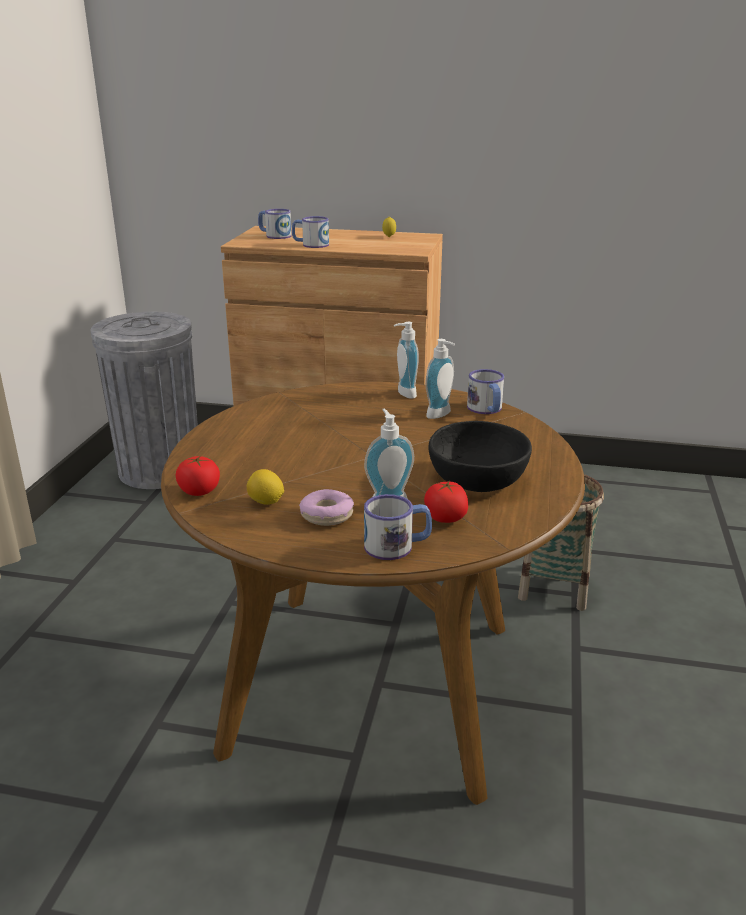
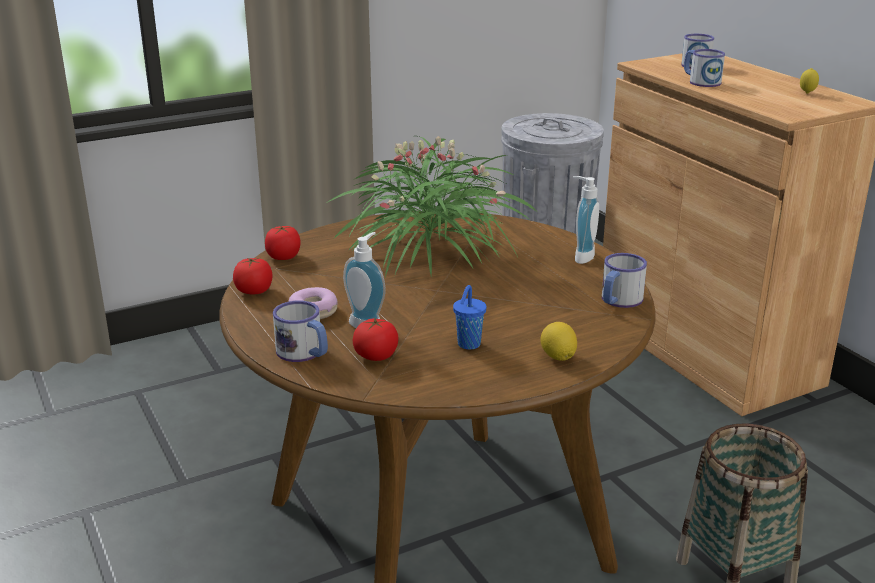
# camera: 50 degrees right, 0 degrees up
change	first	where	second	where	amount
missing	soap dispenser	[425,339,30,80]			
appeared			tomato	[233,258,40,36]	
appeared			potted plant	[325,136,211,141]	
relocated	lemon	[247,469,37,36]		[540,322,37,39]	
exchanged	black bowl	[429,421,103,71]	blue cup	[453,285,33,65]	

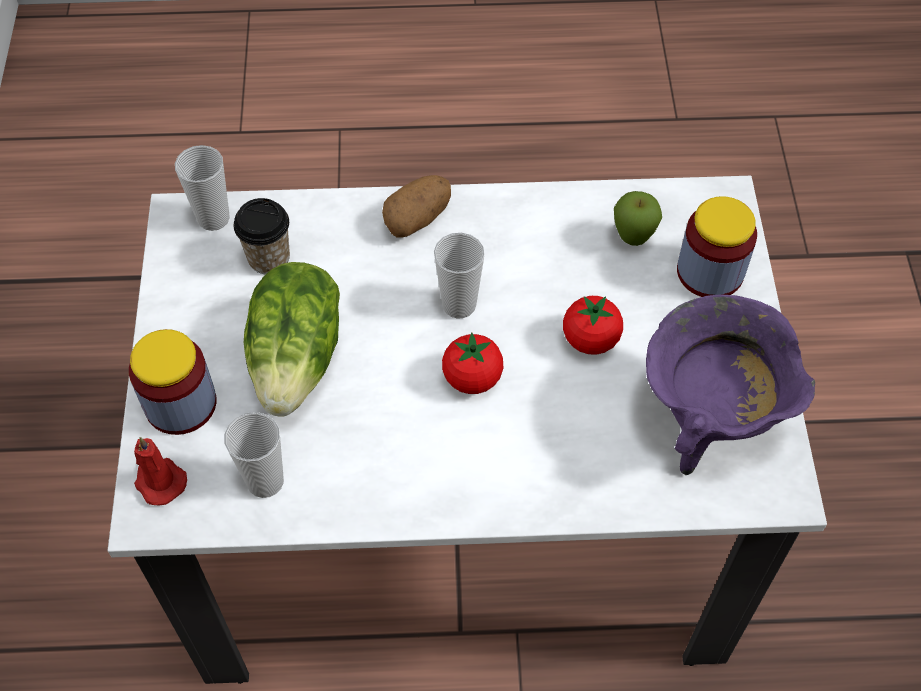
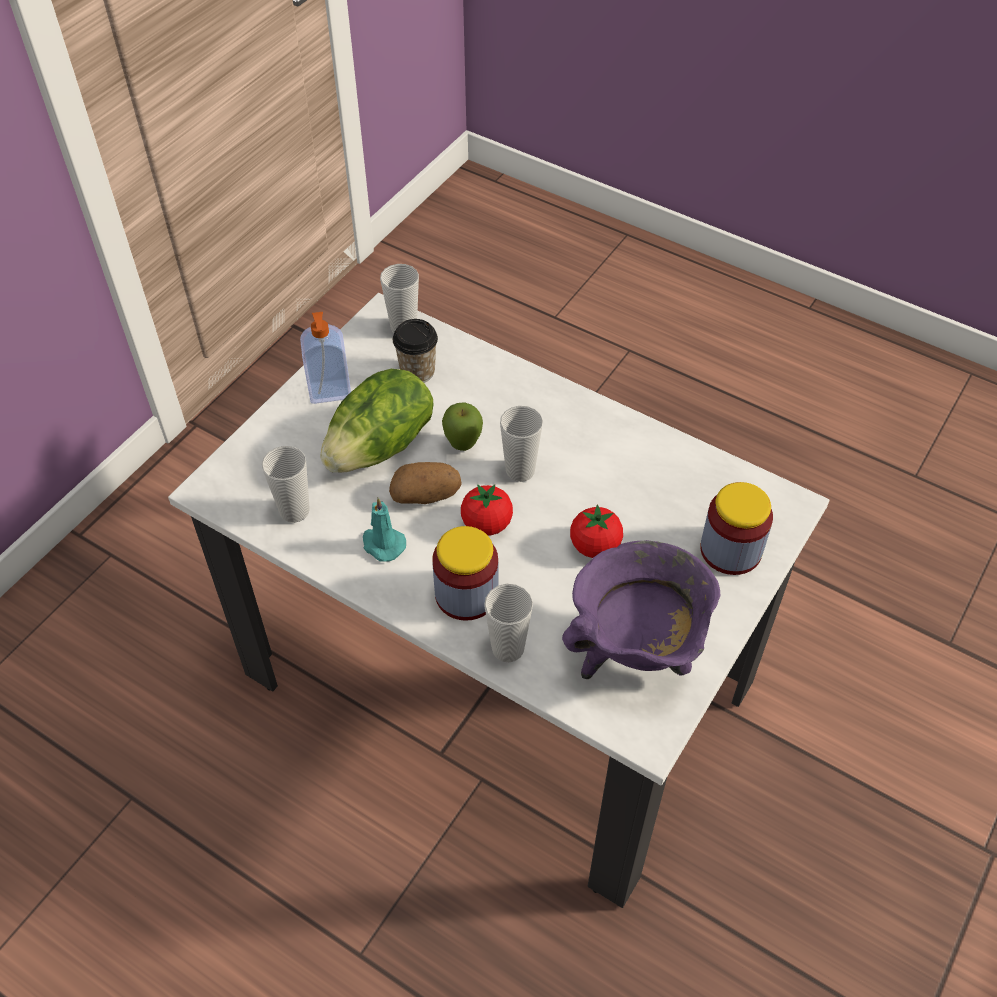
# camera: 35 degrees right, 5 degrees down
change	first	where	second	where	amount
missing	red candle	[134,437,53,69]			
appeared			soap dispenser	[300,312,51,92]	
appeared			turquoise candle	[363,498,43,64]	
appeared			cup	[484,584,49,78]	
relocated	jar	[129,329,87,106]		[432,526,66,95]	
relocated	potato	[382,175,69,63]		[389,462,73,42]	
relocated	apple	[614,191,48,55]		[442,402,41,49]	

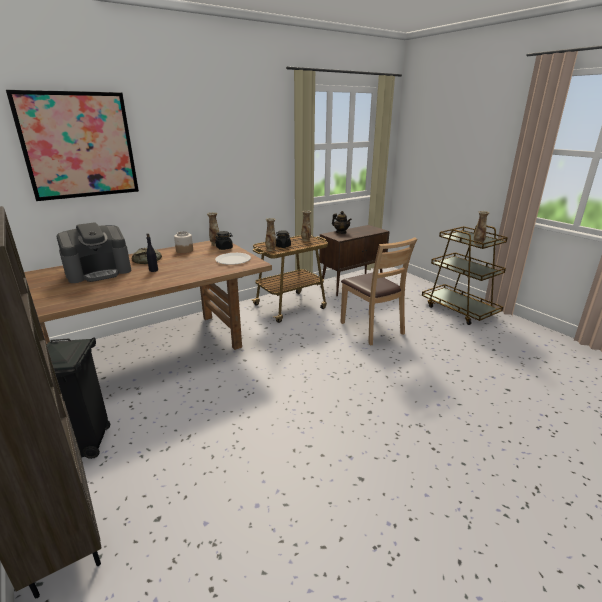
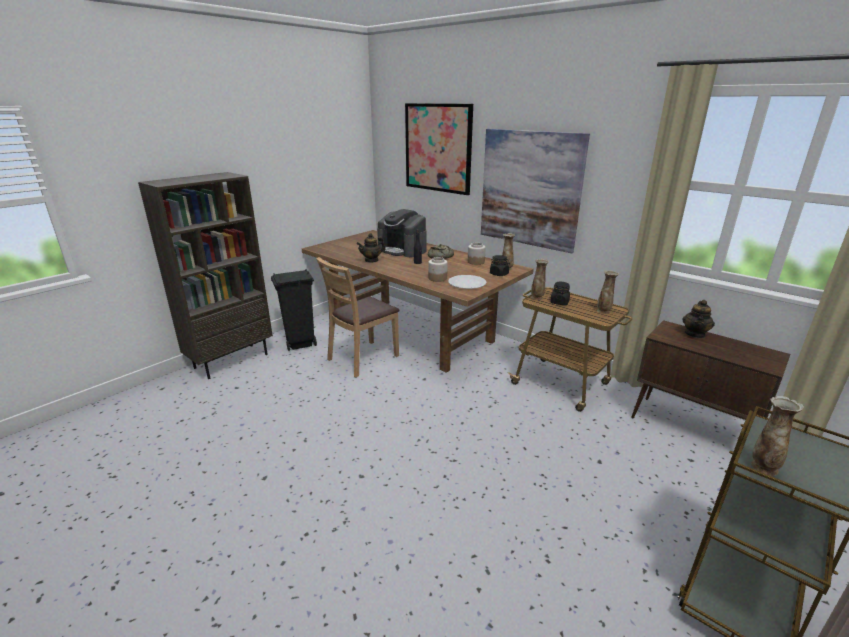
# camera: 75 degrees right, 0 degrees up
change	first	where	second	where	amount
appeared			teapot	[357,233,29,30]	
appeared			jar	[428,257,20,25]	
appeared			picture	[481,129,109,124]	
relocated	brown chair	[340,237,77,108]		[316,257,84,121]	

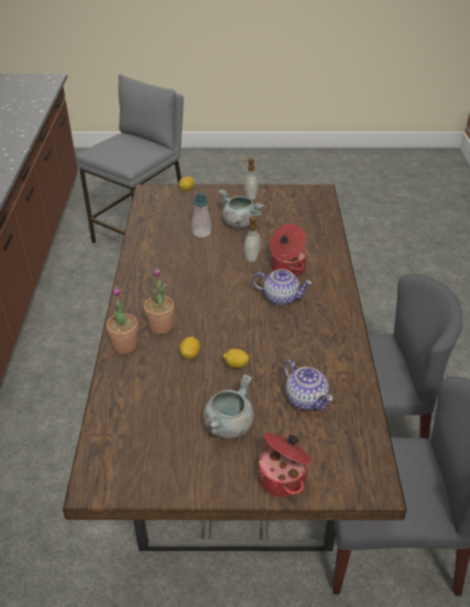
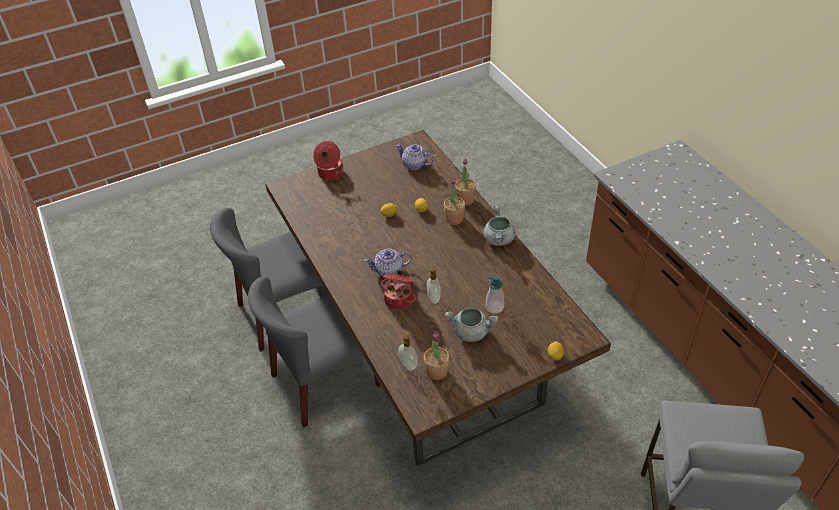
# camera: 155 degrees right, 5 degrees up
change	first	where	second	where	amount
appeared			potted plant	[424,331,25,49]	
relocated	grey cooking pot	[203,374,51,65]		[483,206,33,40]	
relocated	soap dispenser	[243,158,15,42]		[398,333,20,38]	
relocated	teapot	[284,360,49,51]		[396,144,38,26]	

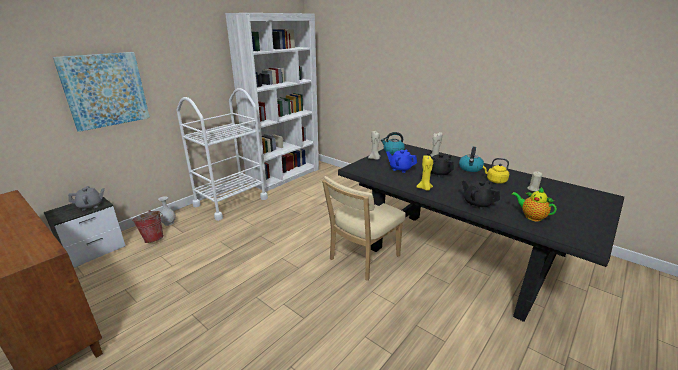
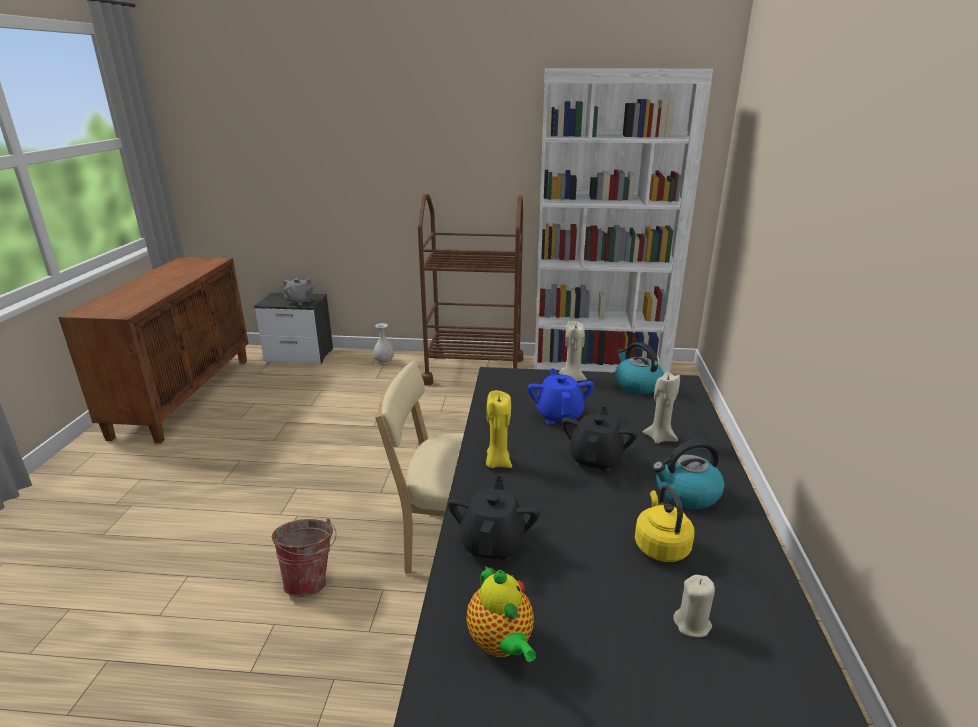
# camera: 55 degrees right, 0 degrees up
change	first	where	second	where	amount
missing	picture	[53,52,97,80]			
relocated	bucket	[132,210,32,33]		[272,519,64,78]	
colour	white cart	[177,88,91,133]	brown cart	[418,194,105,192]	
spun	teapot	[511,187,46,35]		[466,565,70,97]	150 degrees clockwise

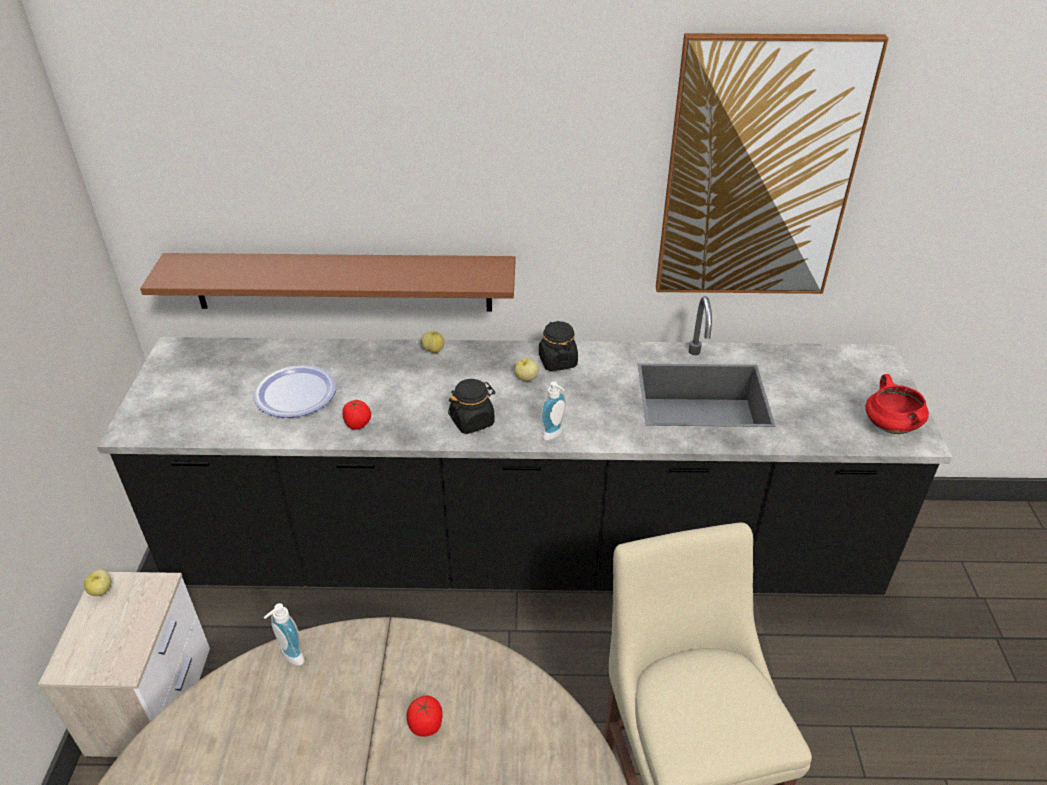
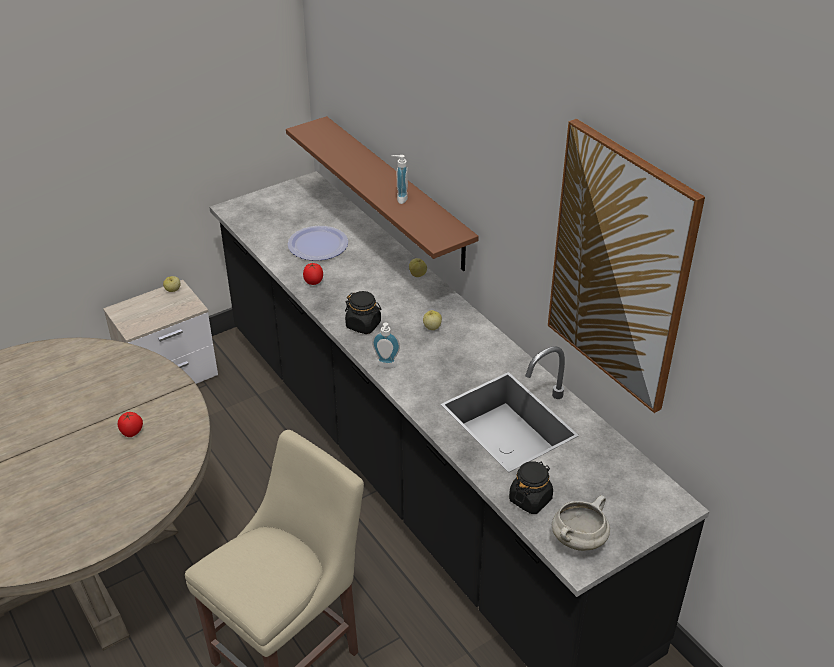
# camera: 55 degrees right, 0 degrees up
change	first	where	second	where	amount
relocated	soap dispenser	[264,603,41,62]		[392,155,16,49]	
relocated	black jar	[539,321,39,50]		[509,461,44,53]	
colour	red cooking pot	[865,374,64,60]	white cooking pot	[552,495,58,56]	

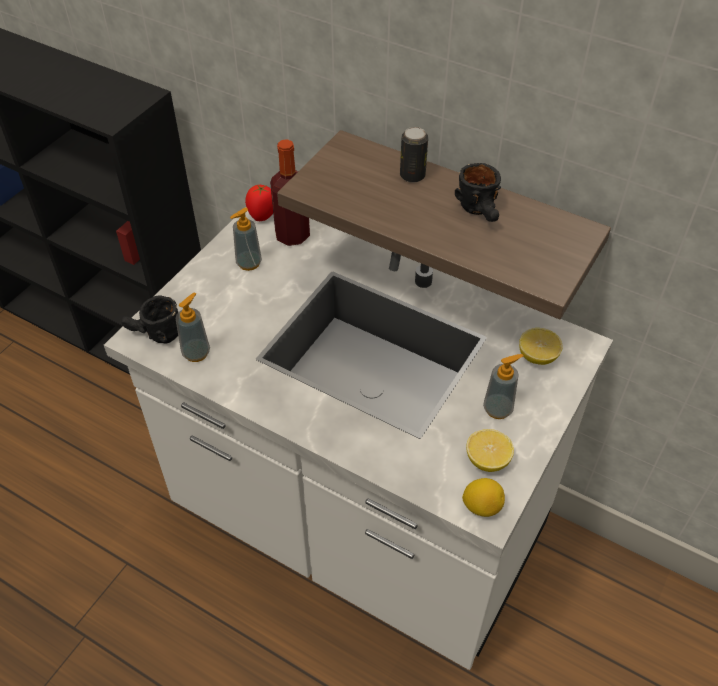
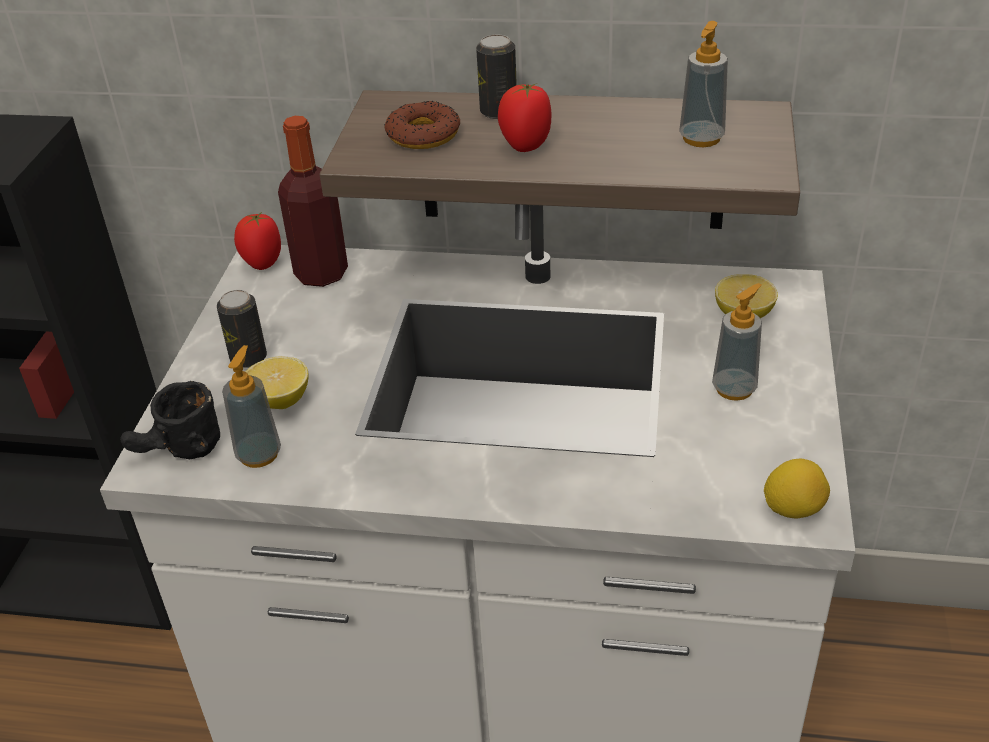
# camera: 20 degrees left, 10 degrees down
change	first	where	second	where	amount
missing	black mug	[455,163,46,59]			
appeared			can	[217,290,50,78]	
appeared			donut	[384,101,76,48]	
appeared			tomato	[498,83,53,69]	
relocated	soap dispenser	[230,208,32,63]		[679,21,49,126]	
relocated	lemon	[466,429,48,43]		[246,356,62,53]	

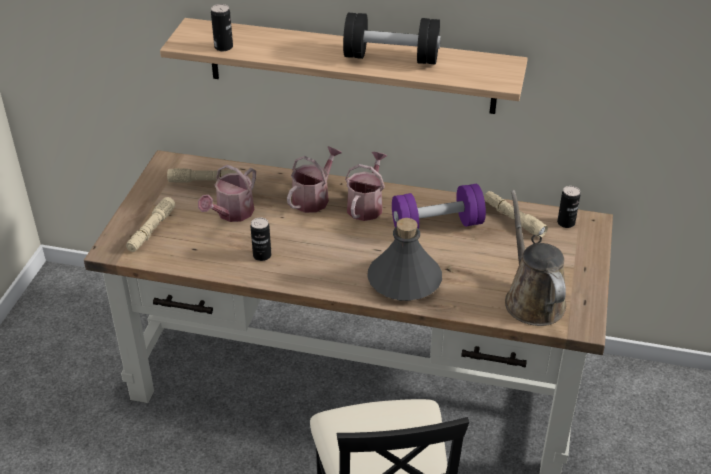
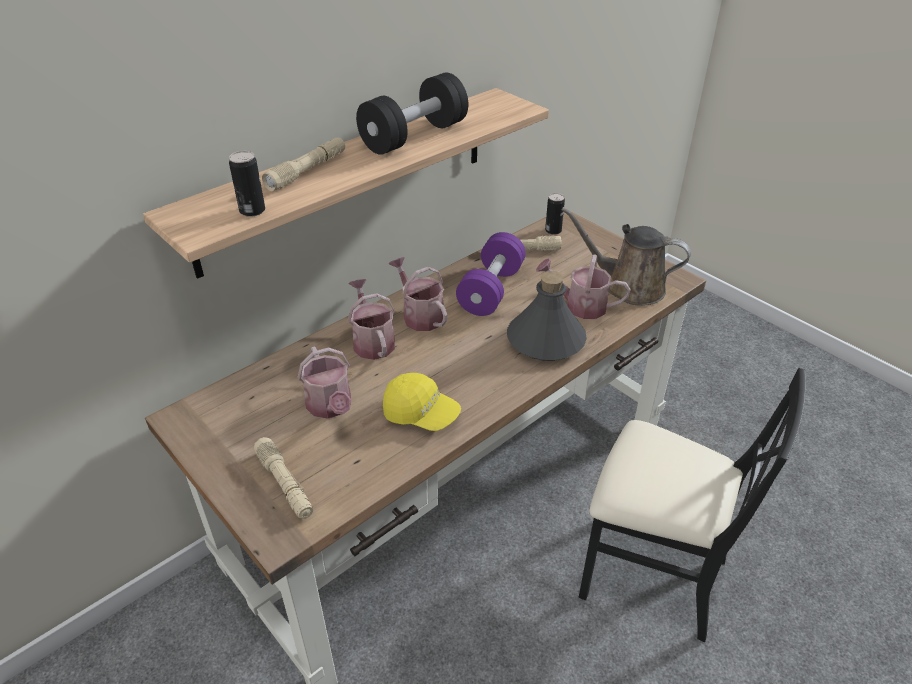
# camera: 55 degrees left, 0 degrees up
change	first	where	second	where	amount
appeared			watering can	[536,254,95,65]	
relocated	beige flashlight	[167,168,74,15]		[262,138,83,53]	
exchanged	can	[250,217,21,44]	yellow cap	[383,373,78,58]	

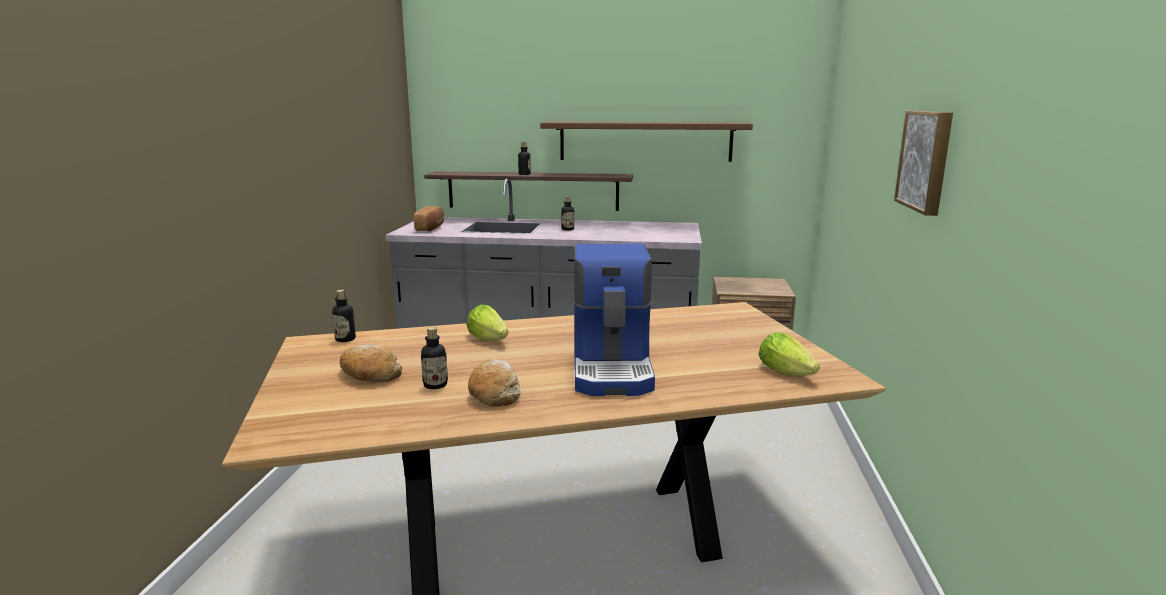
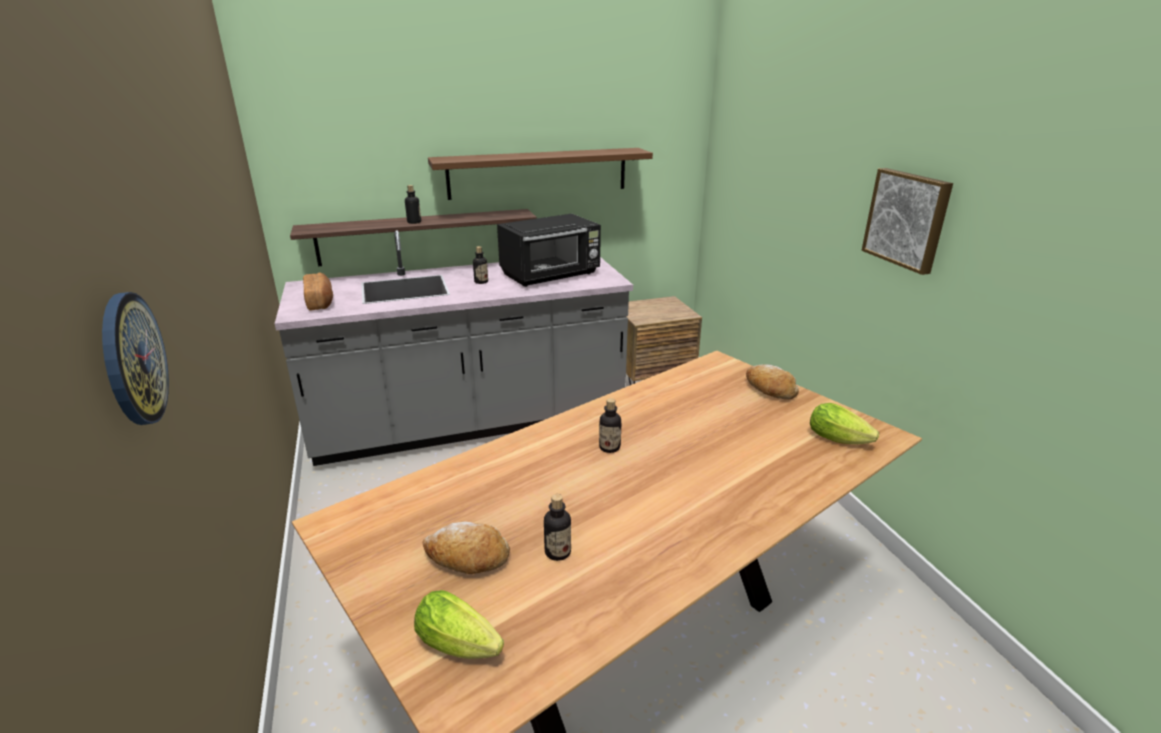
# camera: 25 degrees left, 10 degrees up
change	first	where	second	where	amount
missing	coffee machine	[574,244,81,152]			
appeared			wall clock	[102,292,67,133]	
appeared			black microwave	[497,214,104,73]	
relocated	bottle	[332,290,24,52]		[599,398,22,55]	
relocated	lettuce	[466,305,42,37]		[414,590,90,69]	
relocated	bread	[468,359,53,48]		[746,364,53,35]	

